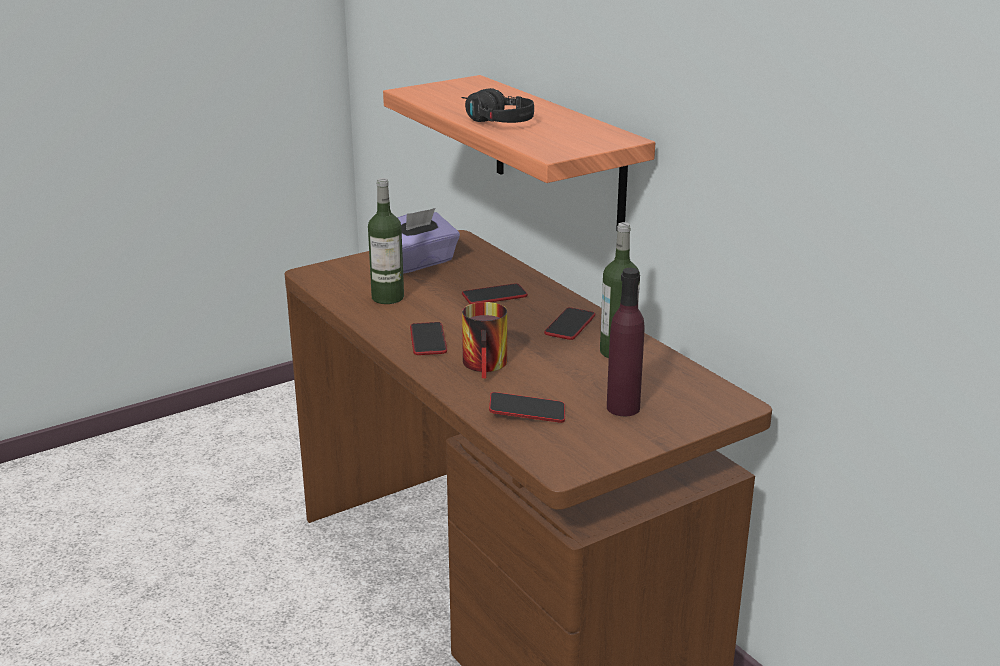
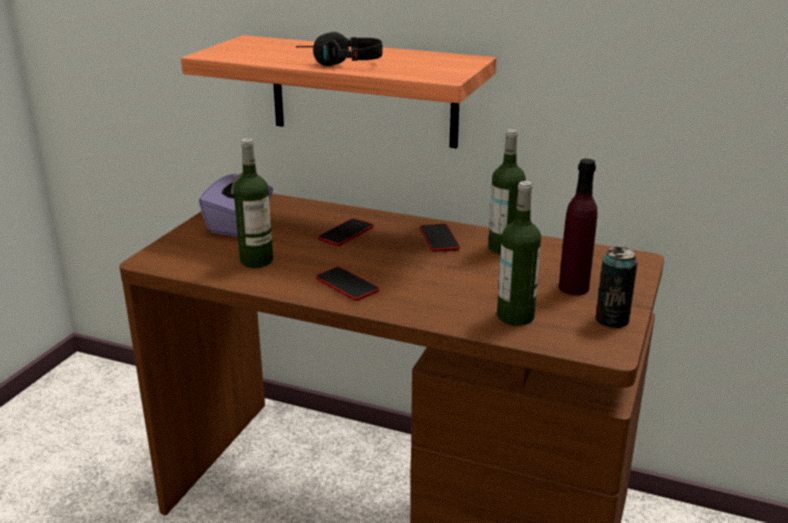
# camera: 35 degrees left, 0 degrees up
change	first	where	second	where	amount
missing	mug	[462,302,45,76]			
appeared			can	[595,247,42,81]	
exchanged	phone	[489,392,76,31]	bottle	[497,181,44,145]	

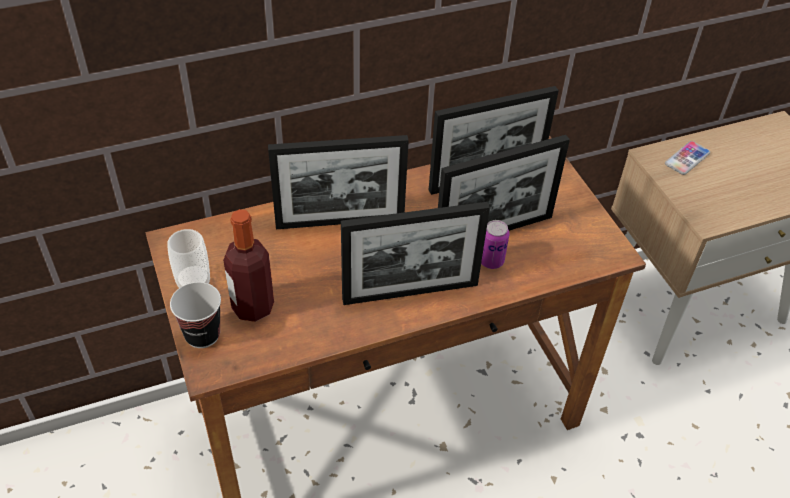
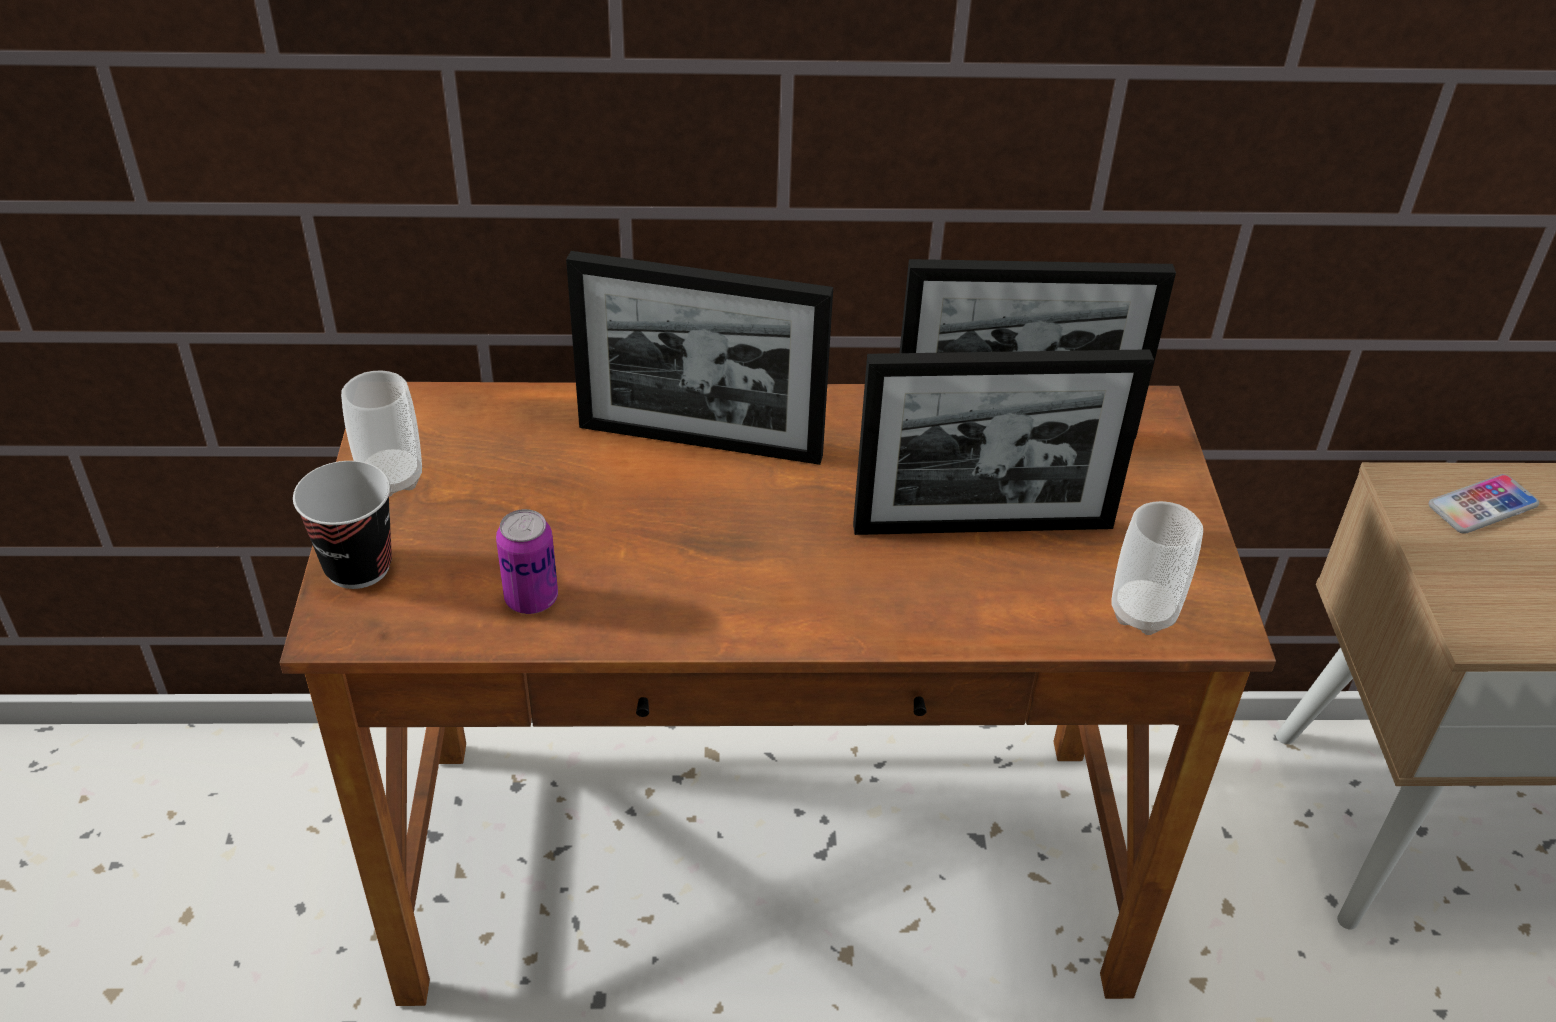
# camera: 20 degrees right, 5 degrees down
change	first	where	second	where	amount
missing	bottle	[223,209,51,113]			
missing	picture frame	[341,202,149,103]			
appeared			cup	[1111,501,92,134]	
relocated	can	[481,220,29,49]		[496,509,62,105]	

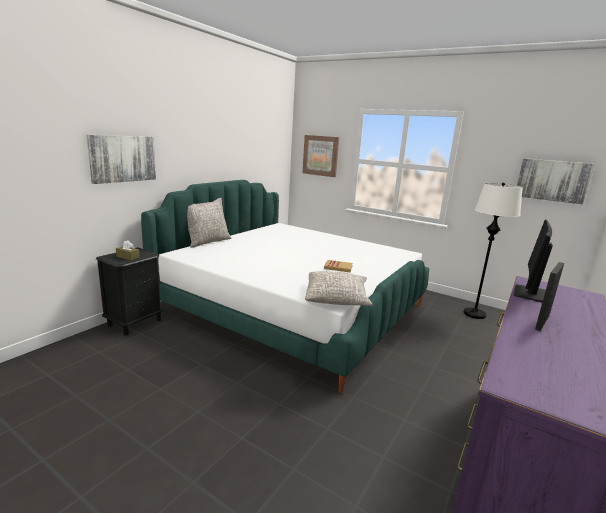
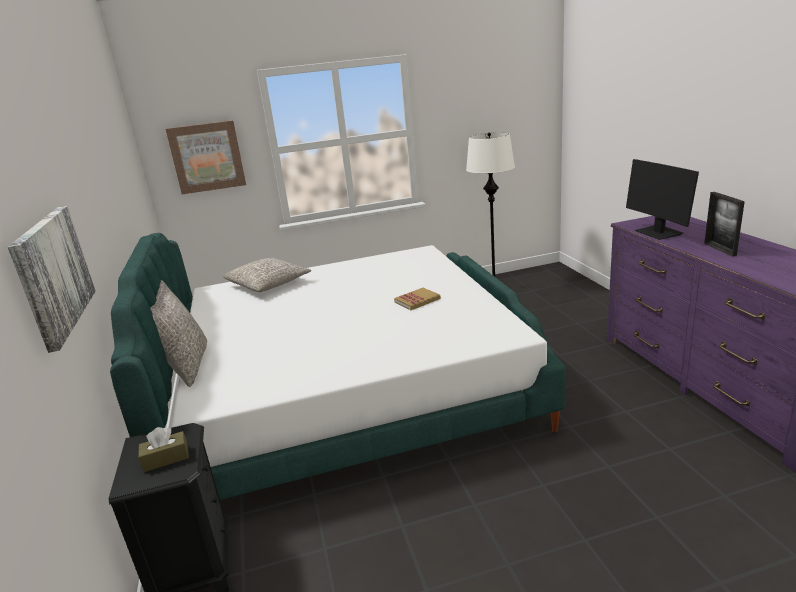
# camera: 45 degrees left, 5 degrees up
change	first	where	second	where	amount
missing	picture	[517,158,78,46]			
relocated	grey pillow	[305,271,68,35]		[223,257,88,35]	

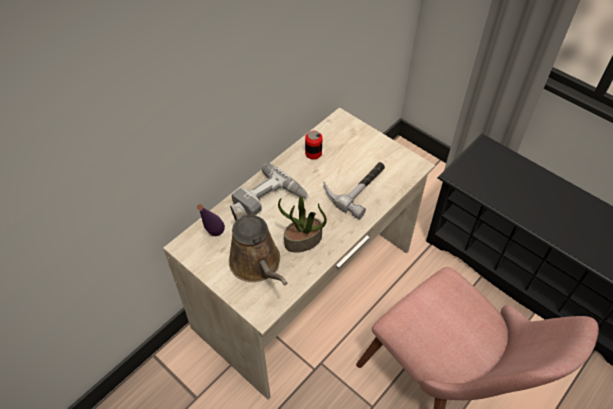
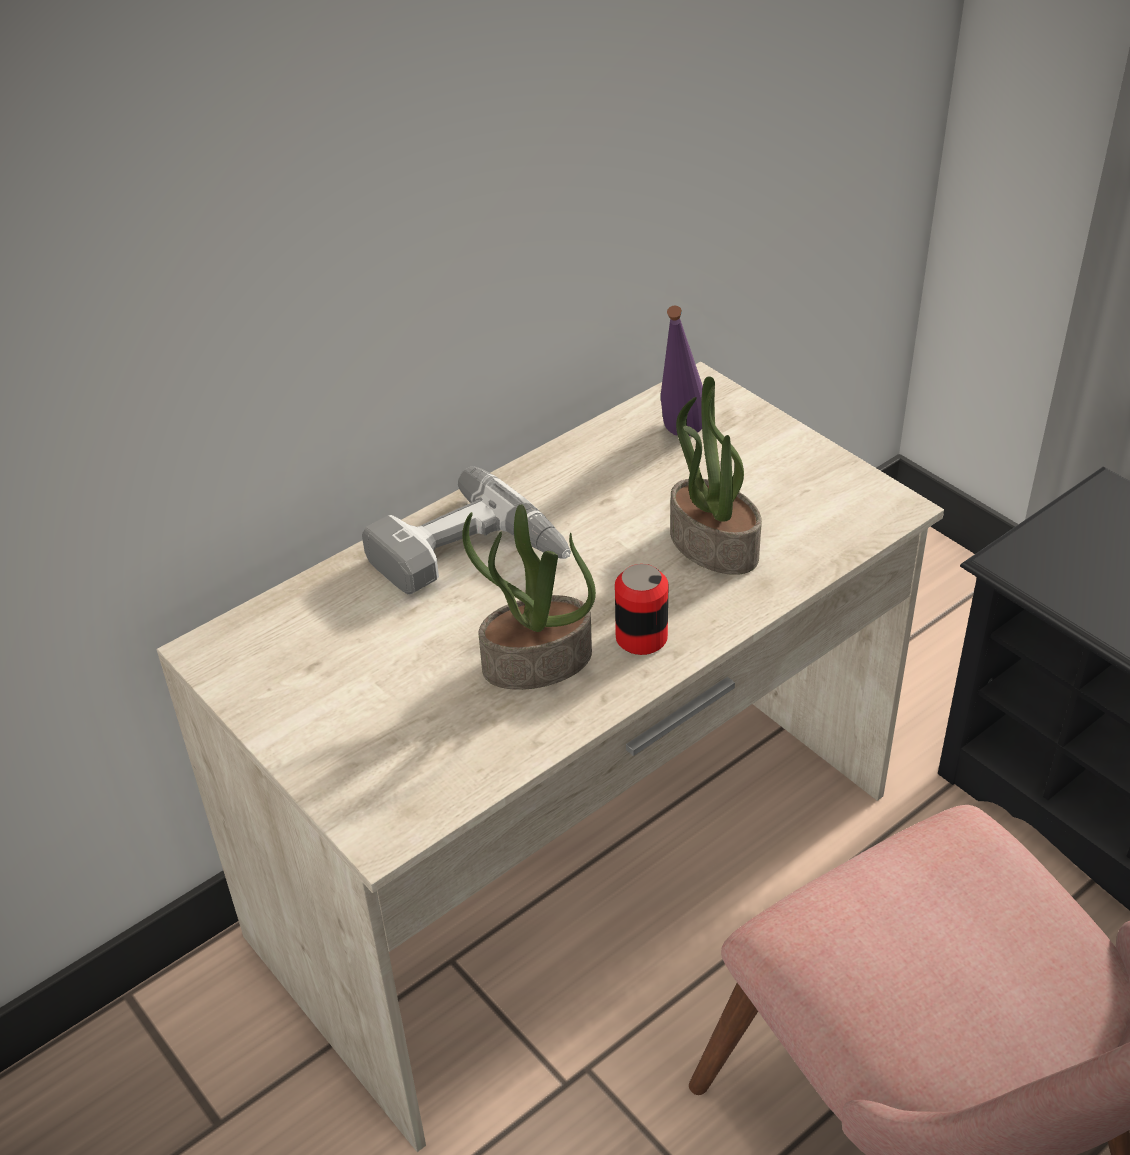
# camera: 10 degrees right, 10 degrees down
change	first	where	second	where	amount
missing	brown watering can	[229,202,59,83]			
relocated	purple bottle	[197,204,28,32]		[661,306,42,130]	
relocated	can	[305,131,17,28]		[615,564,53,91]	
exchanged	hammer	[323,162,62,57]	potted plant	[670,376,92,199]	

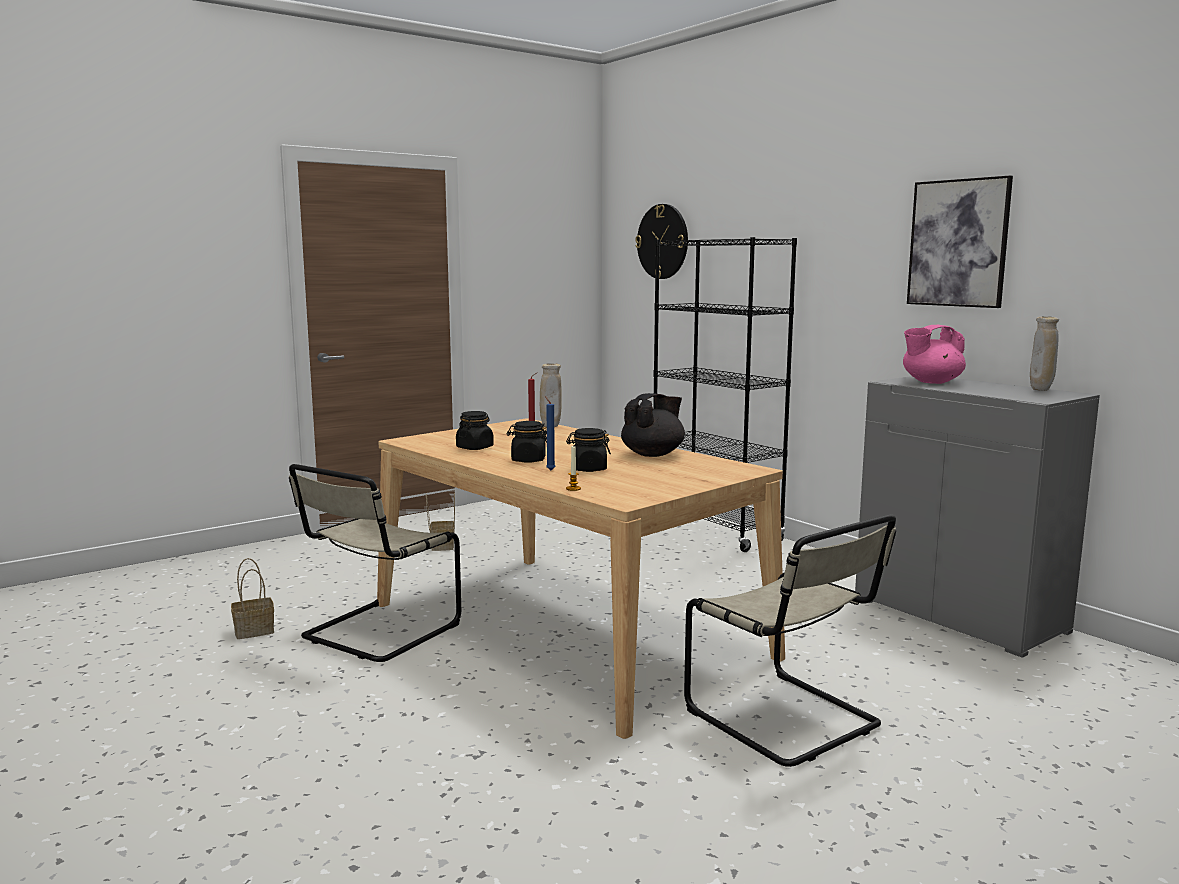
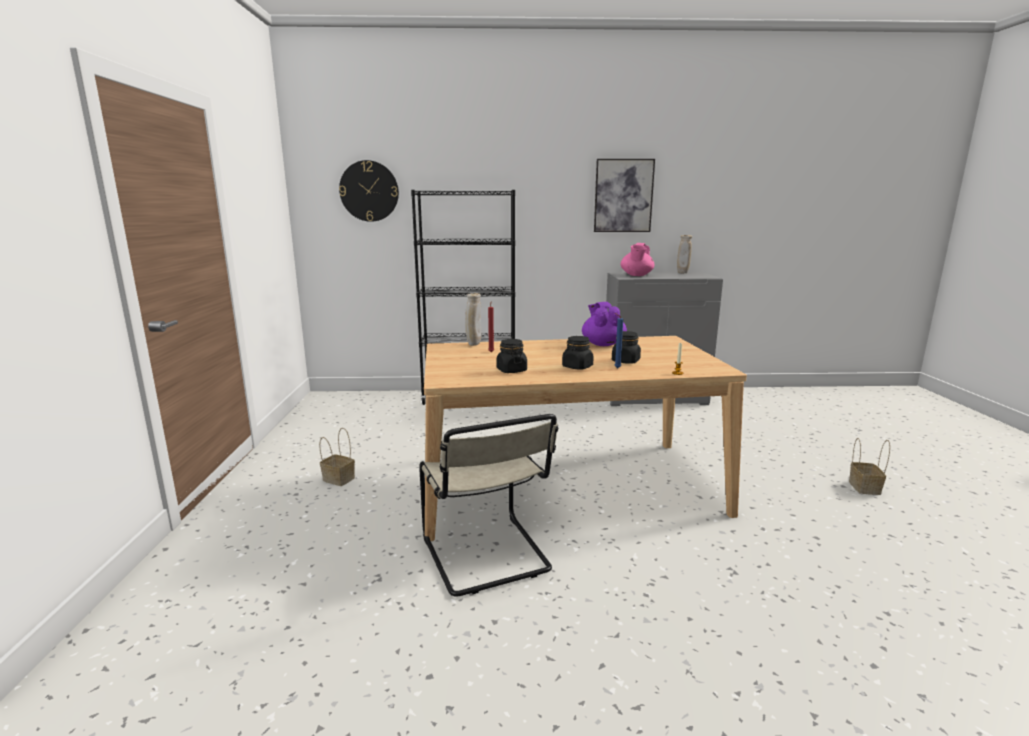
# camera: 55 degrees left, 5 degrees up
change	first	where	second	where	amount
missing	beige chair	[684,514,212,253]			
relocated	basket	[231,558,43,81]		[849,438,41,57]	
colour	black teapot	[621,393,64,64]	purple teapot	[582,302,45,44]	

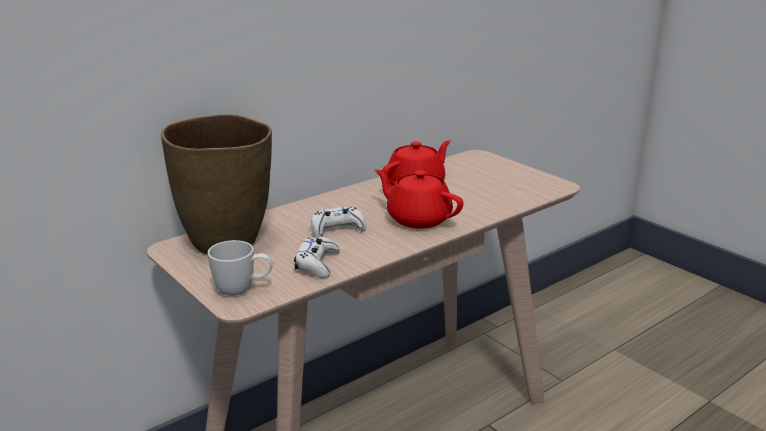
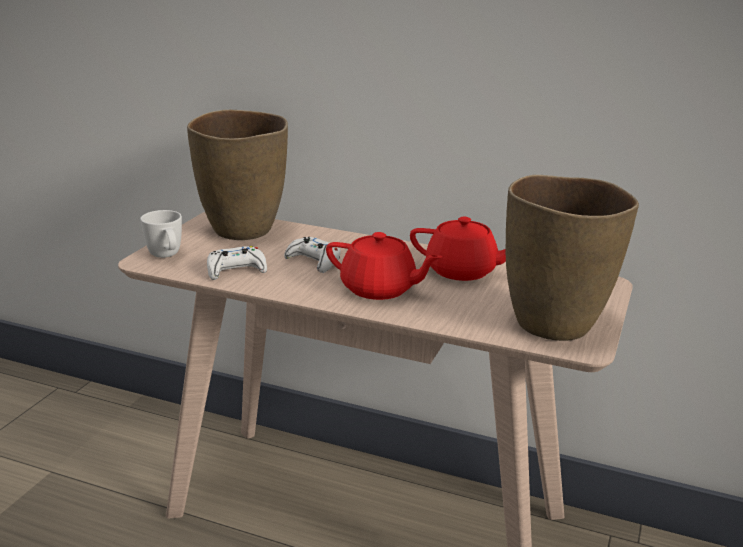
# camera: 60 degrees right, 0 degrees up
change	first	where	second	where	amount
appeared			brown vase	[506,175,133,166]	
spun	red teapot	[375,169,88,60]		[326,232,116,68]	105 degrees clockwise

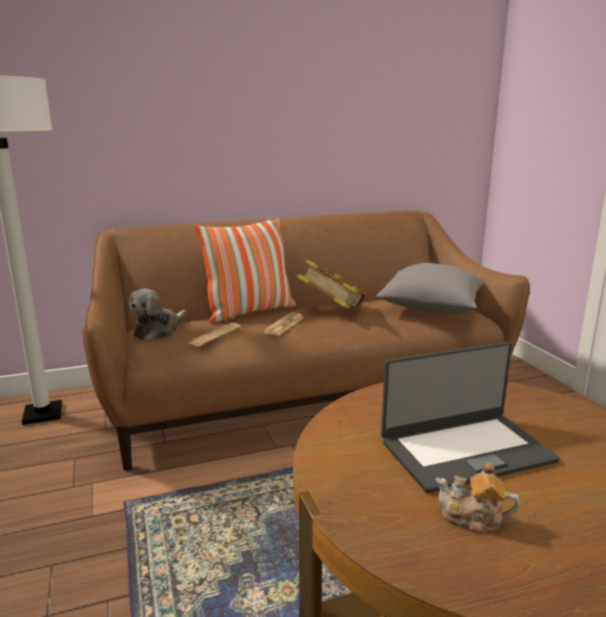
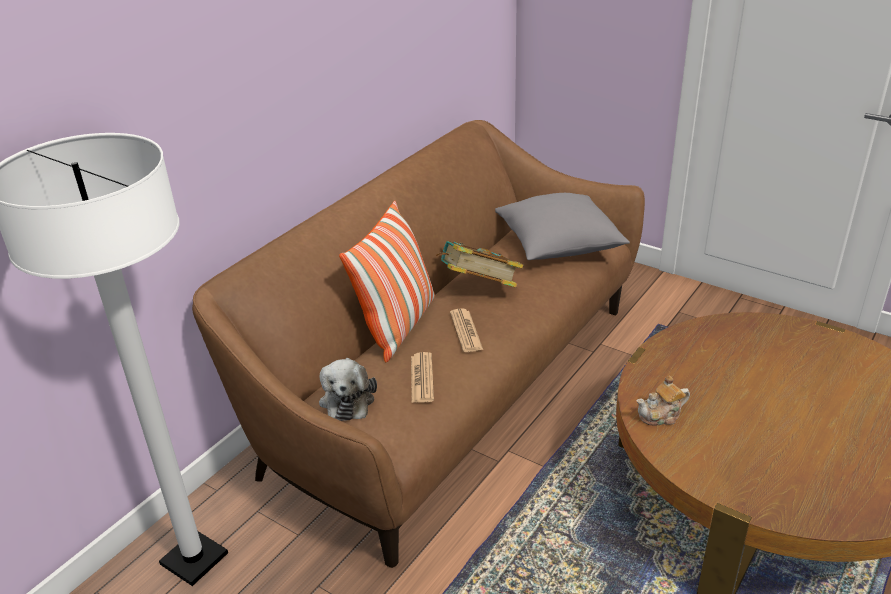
# camera: 35 degrees left, 15 degrees up
change	first	where	second	where	amount
missing	laptop	[381,342,179,151]			
relocated	teapot	[436,462,84,72]		[636,376,54,50]	

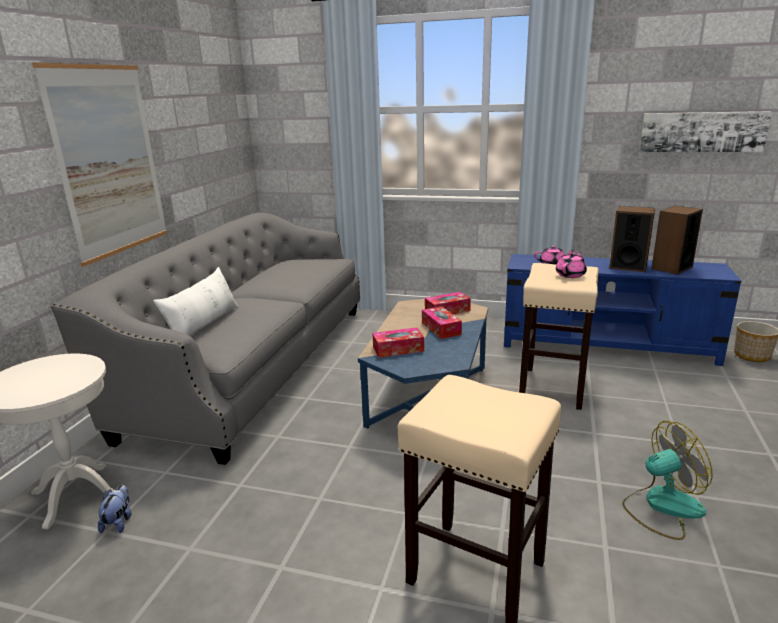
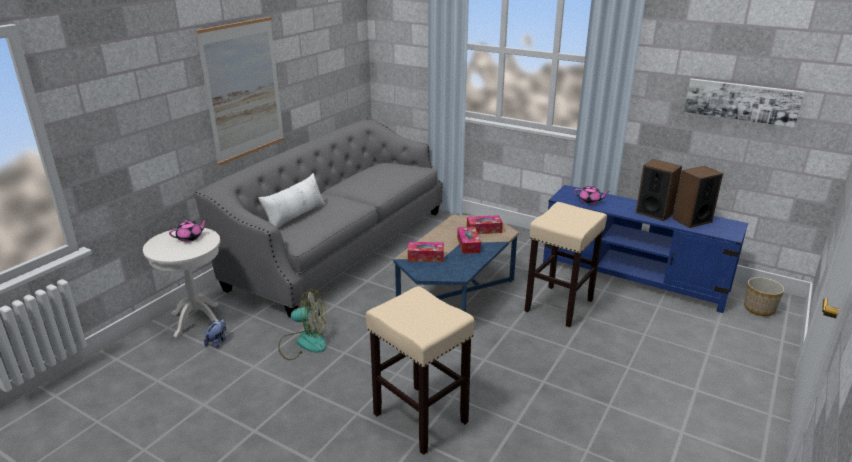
# camera: 15 degrees right, 5 degrees up
change	first	where	second	where	amount
relocated	pink teapot	[556,252,31,26]		[169,219,39,23]	
relocated	fan	[622,421,90,119]		[278,289,48,71]	

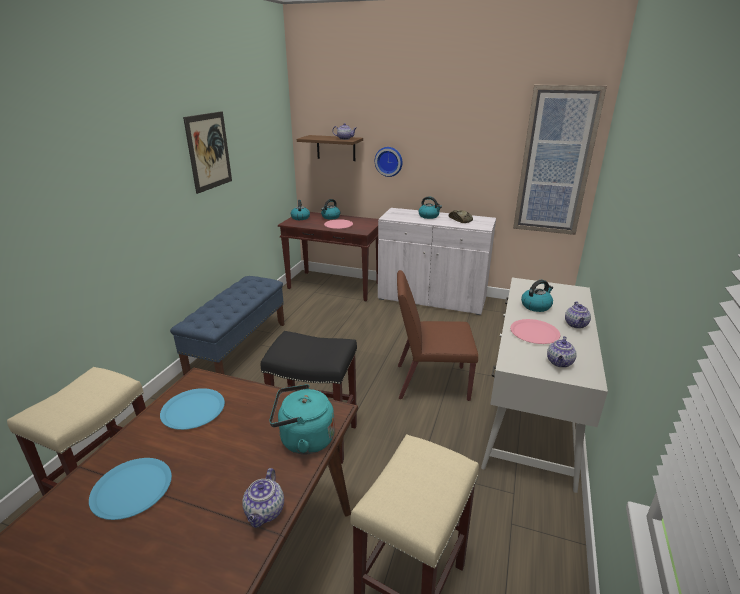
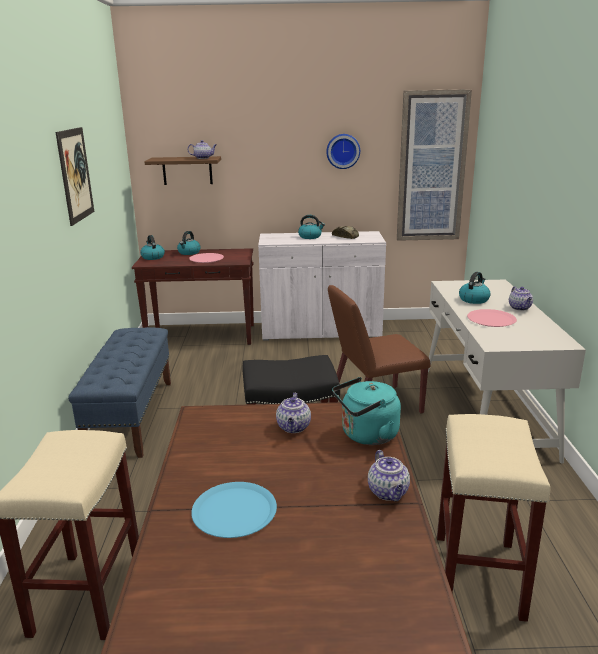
# camera: 20 degrees left, 5 degrees down
change	first	where	second	where	amount
missing	blue plate	[160,388,65,42]			
relocated	wall clock	[375,147,28,30]		[326,134,34,35]	
relocated	teapot	[547,336,30,32]		[276,393,35,40]	

